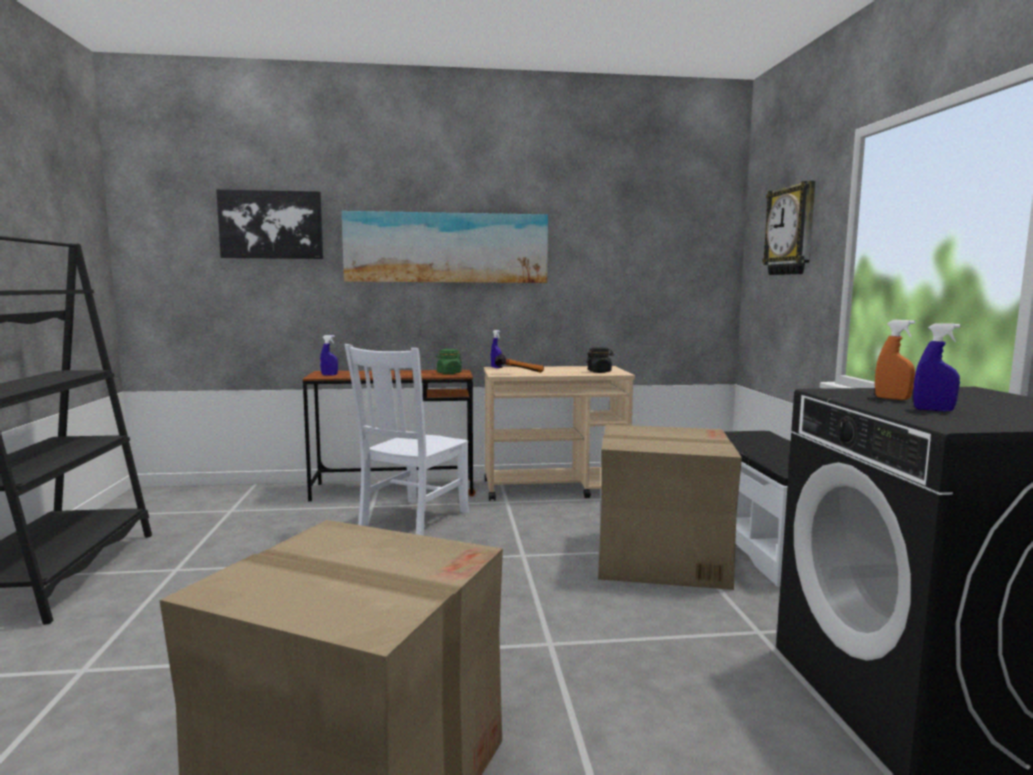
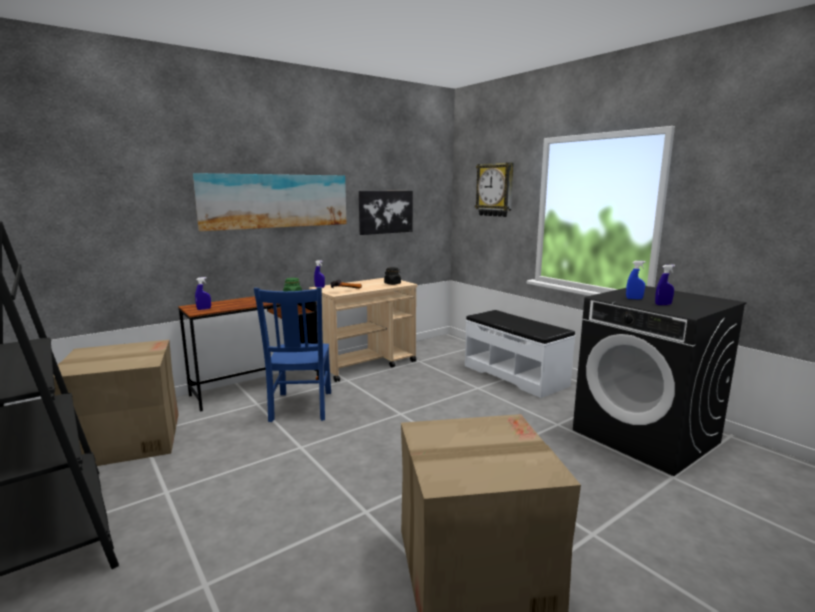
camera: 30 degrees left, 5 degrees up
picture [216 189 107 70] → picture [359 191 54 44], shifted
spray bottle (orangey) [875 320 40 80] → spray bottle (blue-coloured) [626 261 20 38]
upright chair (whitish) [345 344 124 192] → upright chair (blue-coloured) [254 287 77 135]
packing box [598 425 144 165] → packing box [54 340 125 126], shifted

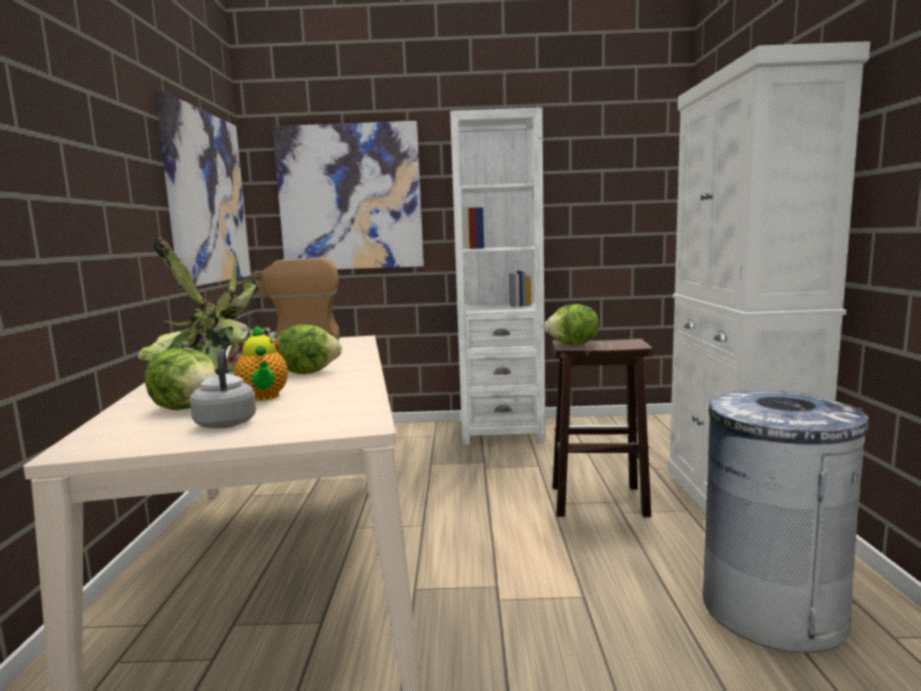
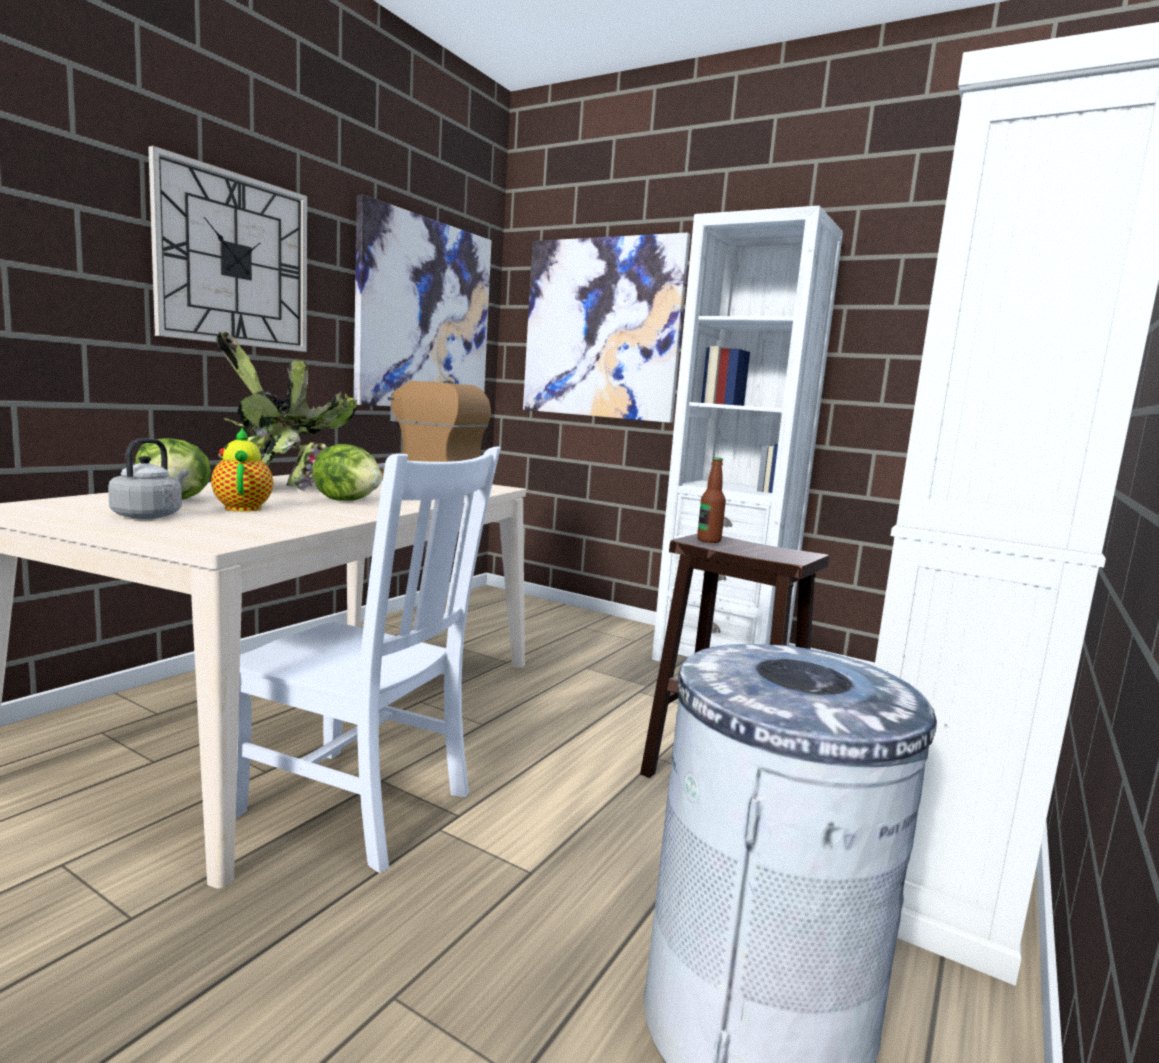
camera: 30 degrees right, 0 degrees up
lettuce [545 304 54 41] → drink bottle [697 457 29 86]
teapot [234 324 54 77] → teapot [211 427 62 85], 150 degrees clockwise
- → wall clock [148 146 159 206]
- → upright chair (whitish) [236 446 264 427]

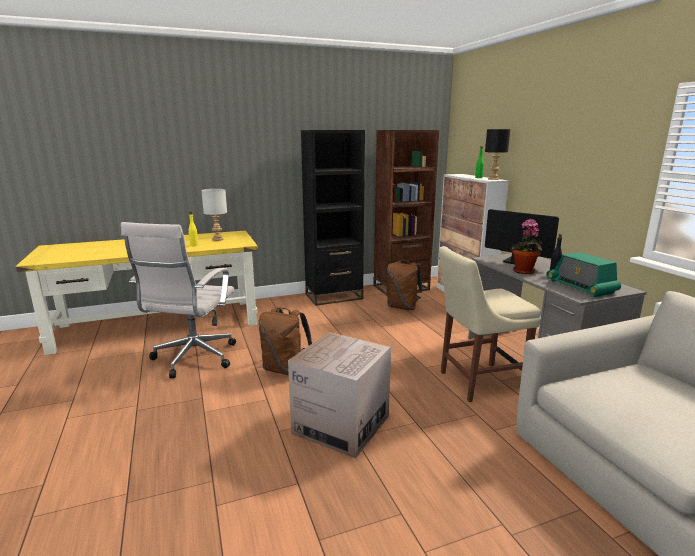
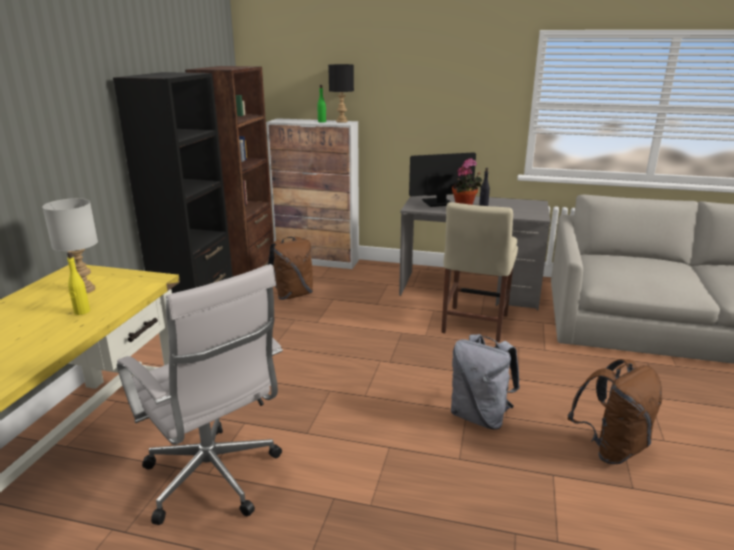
camera: 55 degrees left, 5 degrees up
radio set [546 252 75 45] → -
backpack (brownish) [258 307 54 68] → backpack (brownish) [568 359 94 105], shifted
packing box [288 332 103 126] → backpack (gray) [451 334 69 96]

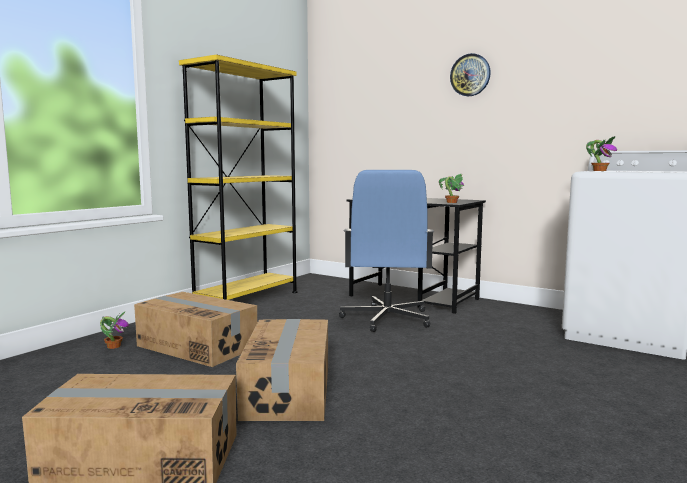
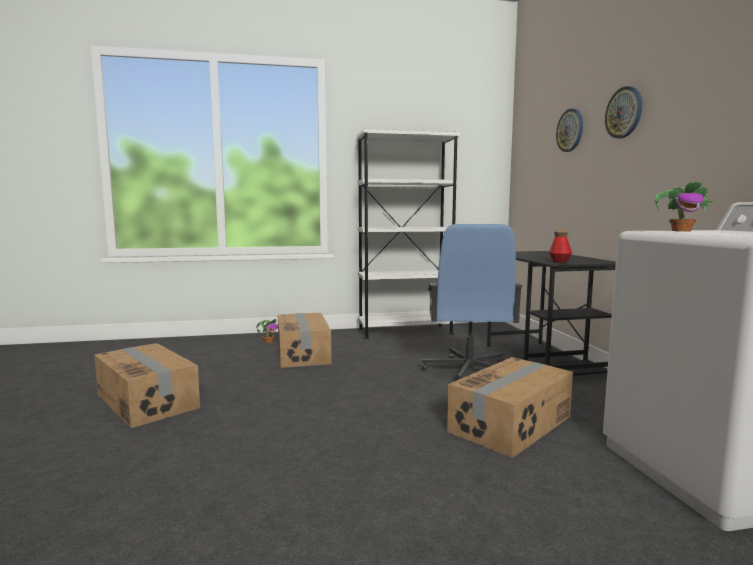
camera: 45 degrees right, 0 degrees up
bookcase (yellowish) [179 54 119 246] → bookcase (whitish) [356 129 104 210]
computer chair (blue-coloured) [339 170 96 162] → computer chair (blue-coloured) [421 224 102 155], 45 degrees counterclockwise
plant in a pot [439 174 25 29] → drink bottle [549 229 23 34]
packing box [236 319 92 102] → packing box [447 357 126 101], shifted
- → wall clock [556 109 27 43]

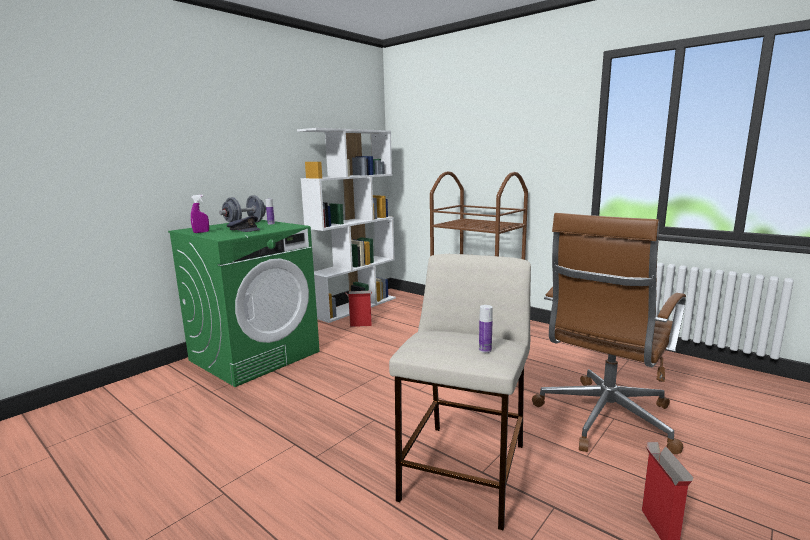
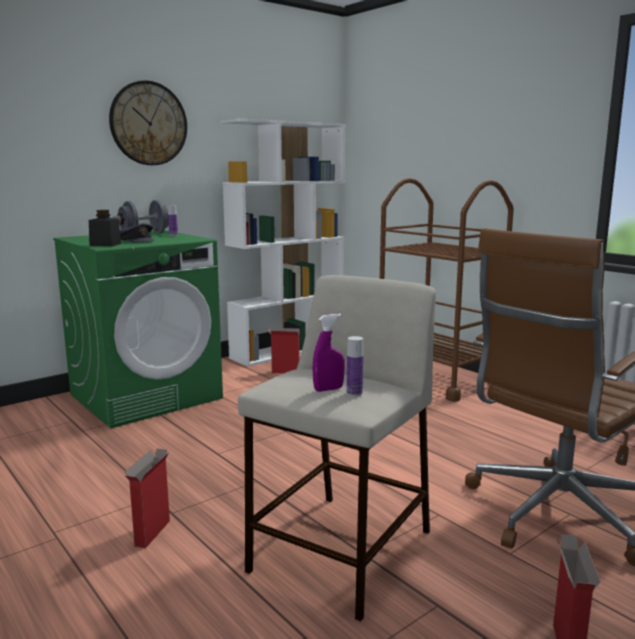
camera: 10 degrees right, 0 degrees up
spray bottle (purplish) [191 195 18 38] → spray bottle (purplish) [313 314 32 78], shifted
- → wall clock [109 81 78 84]
- → jar (black-coloured) [89 210 32 36]
- → packing box [125 448 45 100]

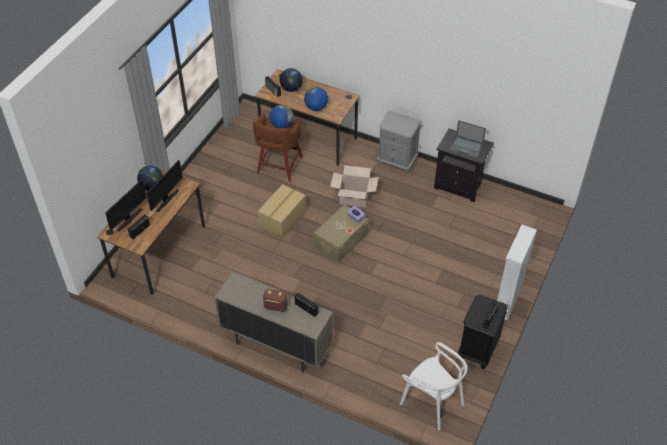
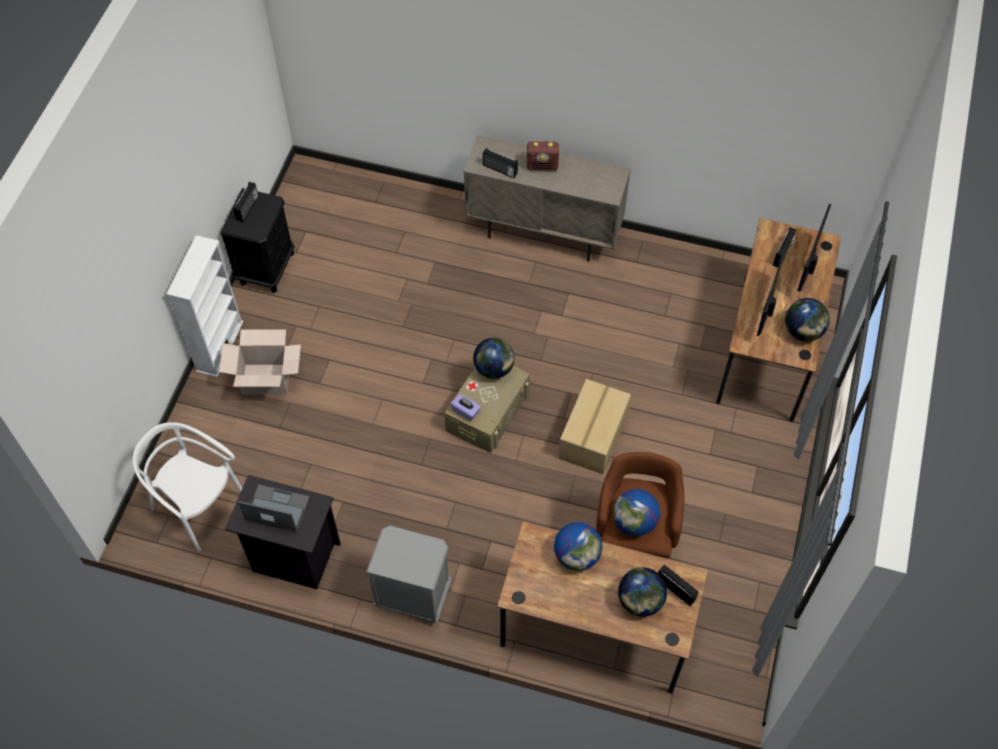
camera: 170 degrees right, 10 degrees up
packing box [330 165 49 42] → packing box [219 330 82 64], shifted
upright chair (whitish) [400 342 67 88] → upright chair (whitish) [133 422 109 130], shifted
- → desk globe [473 338 42 41]

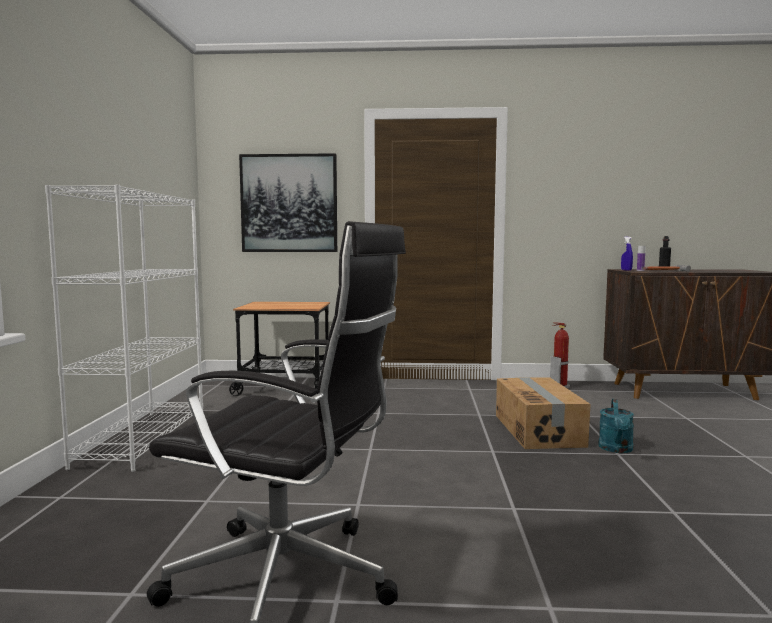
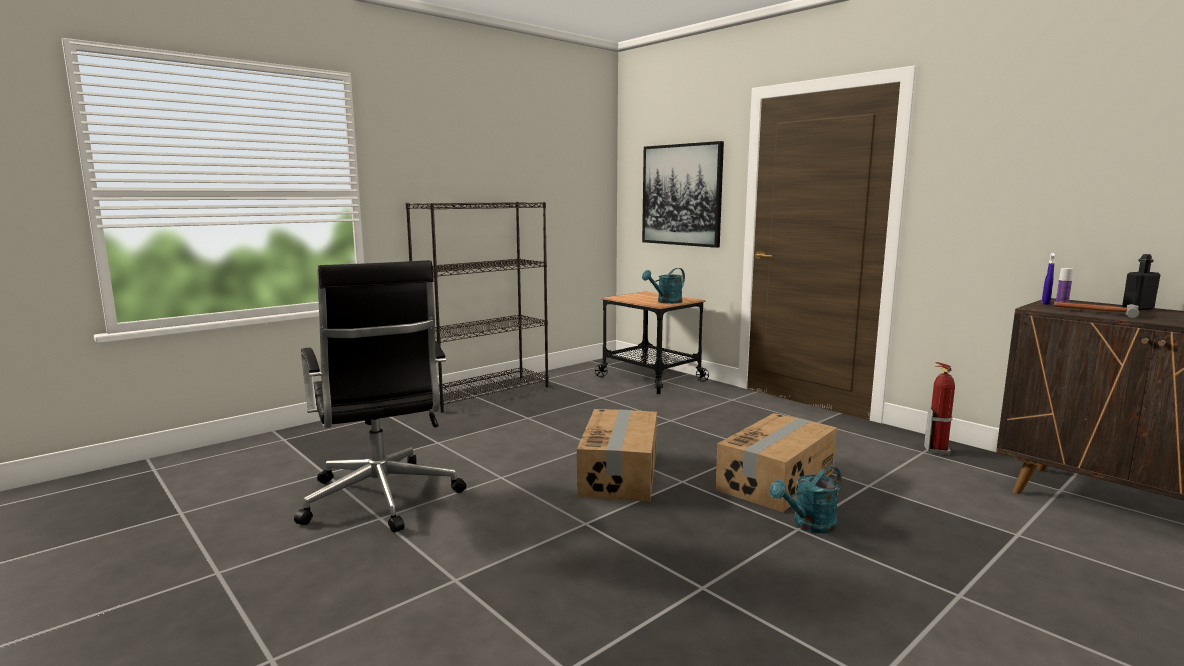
camera: 45 degrees right, 5 degrees up
bookcase (whitish) [45 185 158 287] → bookcase (black-coloured) [406 202 142 211]
- → watering can (turquoise-coloured) [642 268 43 36]
- → packing box [577 409 80 93]

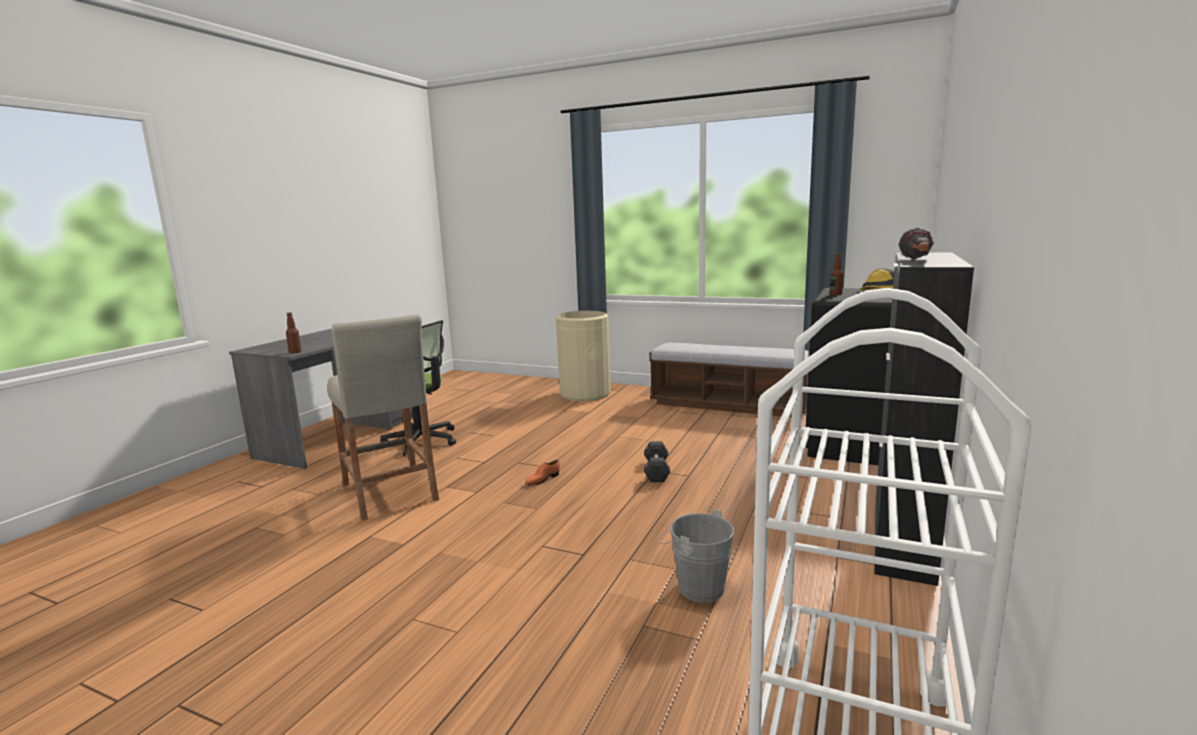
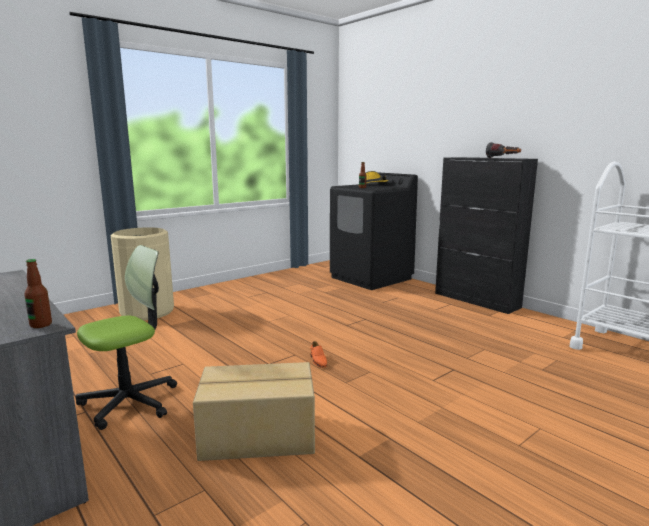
camera: 65 degrees left, 0 degrees up
stool seat (beige-coloured) [327 314 112 206] → packing box [193 362 122 99]
bench [649 343 160 74] → -
dumbbell (black-coloured) [644 441 26 41] → -
bucket (gray) [659 509 75 94] → -

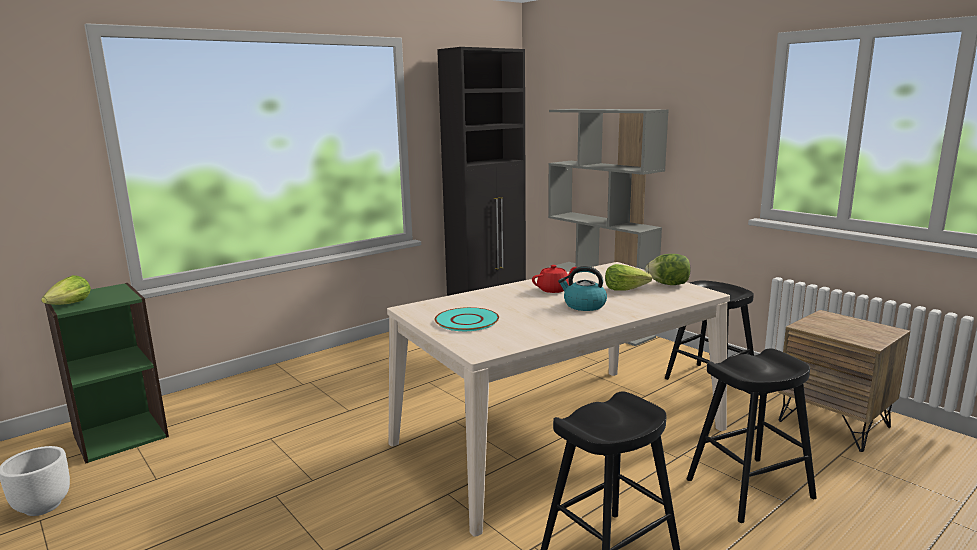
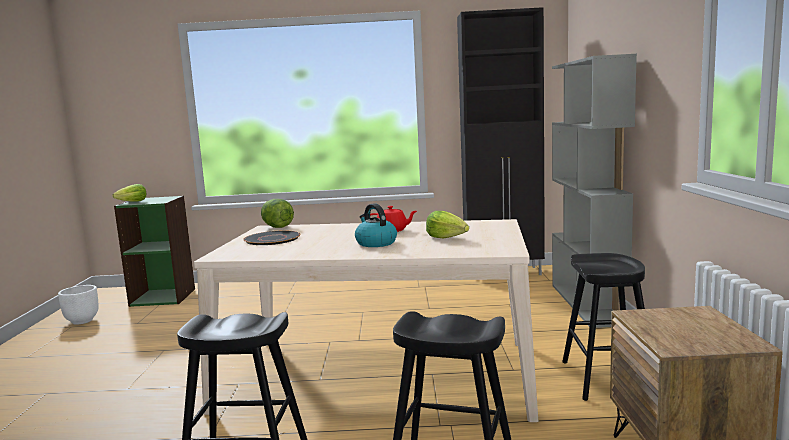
camera: 40 degrees right, 5 degrees down
lettuce [645 254 45 31] → lettuce [261 199 33 29], shifted
dinner plate (turquoise-coloured) [435 307 64 24] → dinner plate (black-coloured) [243 231 58 14]

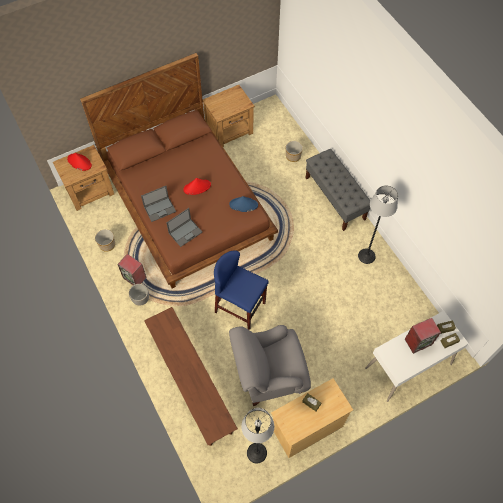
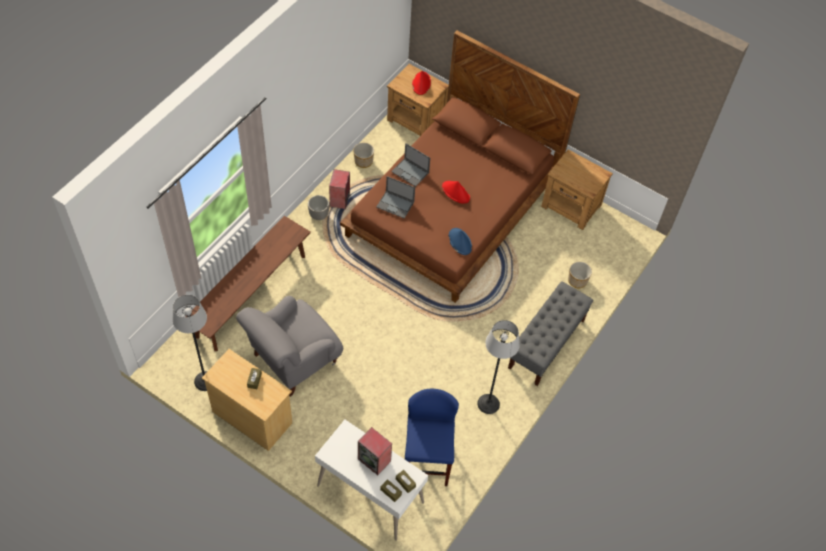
camera: 60 degrees right, 5 degrees down
stool seat (blue-coloured) [214 250 55 80] → stool seat (blue-coloured) [405 389 54 97], shifted
lounge chair (gray) [229 325 82 81] → lounge chair (gray) [236 296 107 101], 90 degrees counterclockwise

